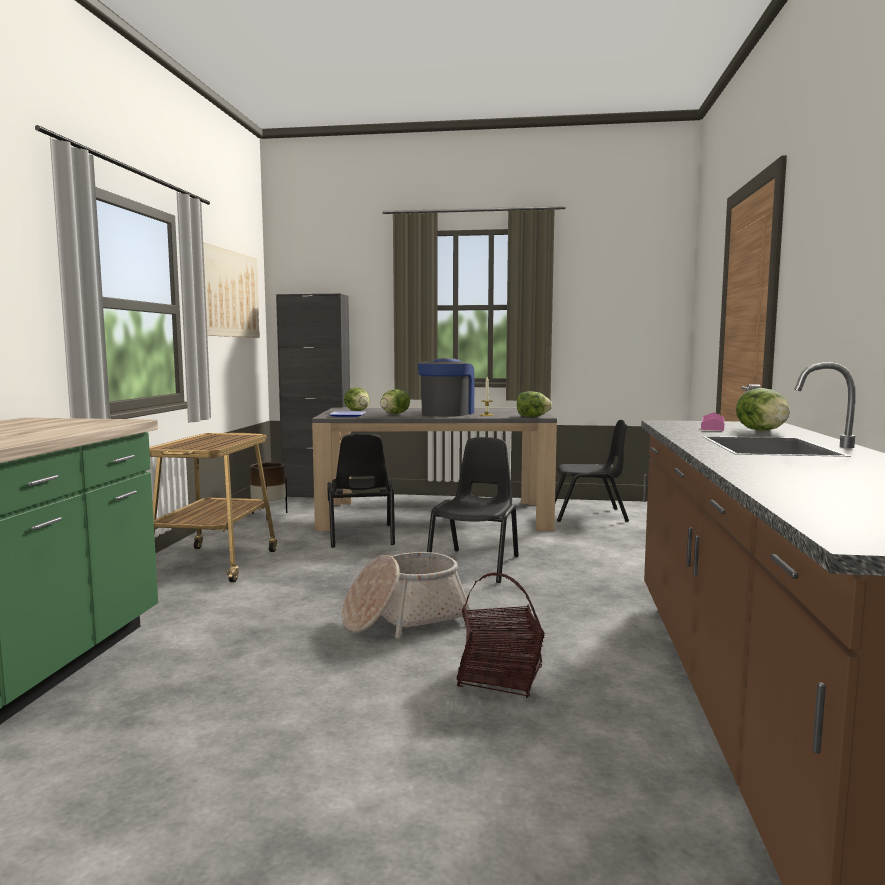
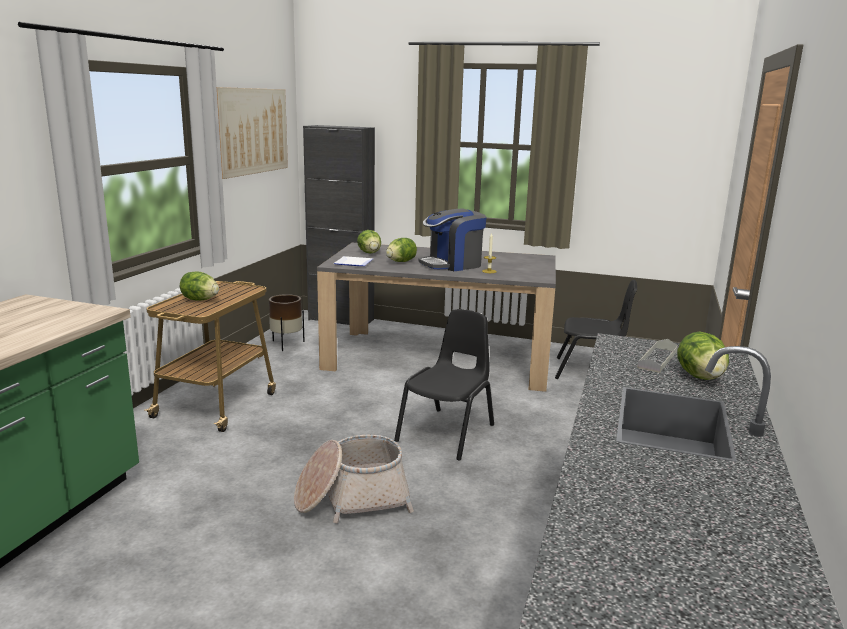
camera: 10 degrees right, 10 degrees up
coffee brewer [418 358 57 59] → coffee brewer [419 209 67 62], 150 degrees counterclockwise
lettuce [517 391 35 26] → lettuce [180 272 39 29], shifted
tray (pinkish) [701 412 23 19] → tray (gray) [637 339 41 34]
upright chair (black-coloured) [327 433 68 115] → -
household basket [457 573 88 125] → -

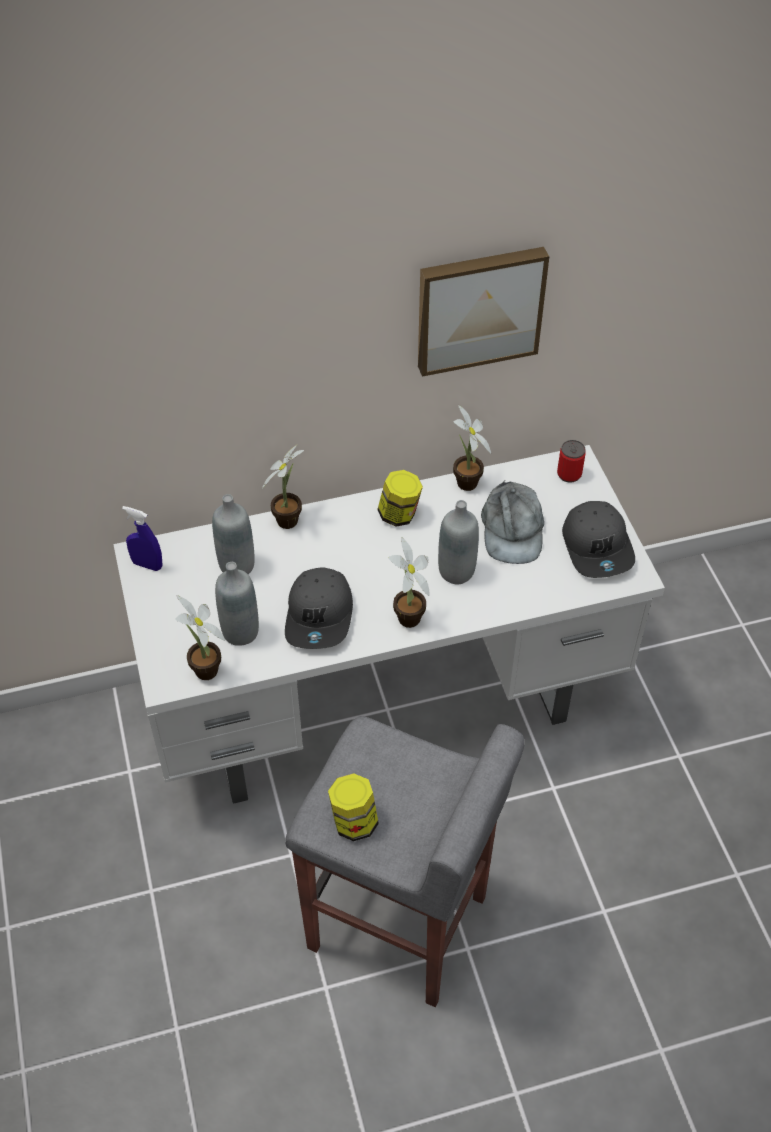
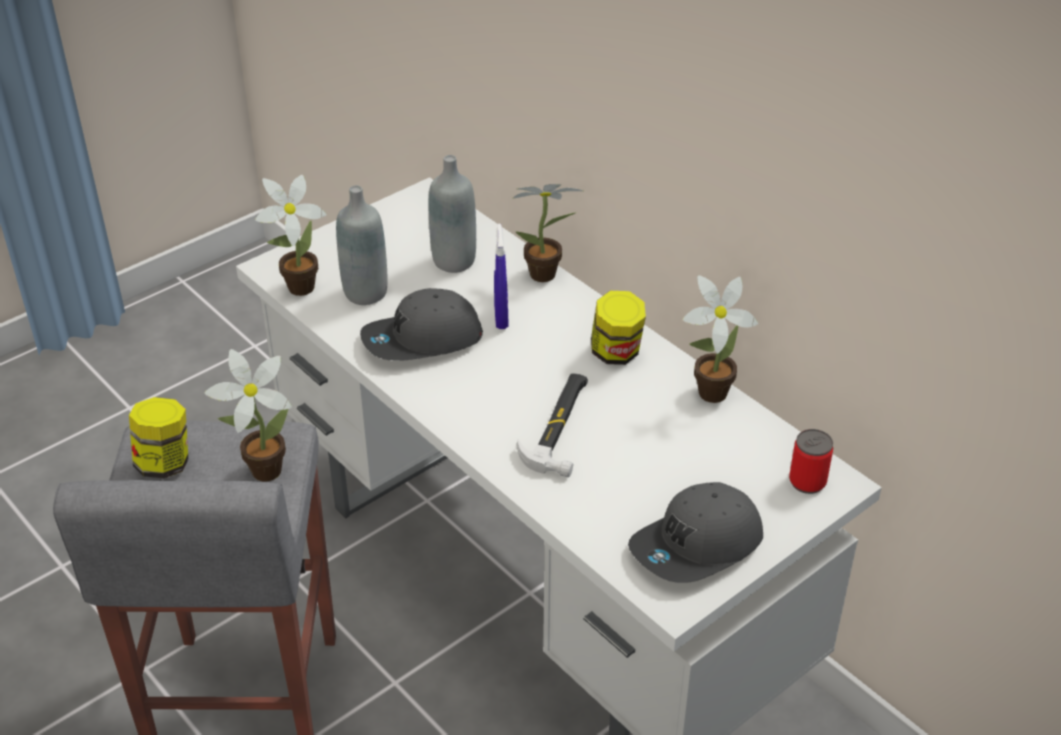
camera: 65 degrees right, 10 degrees down
picture [418 247 131 130] → -
baseball cap (gray) [481 480 63 84] → -
drink bottle (gray) [438 500 41 84] → hammer [517 374 71 103]
spray bottle (blue-coloured) [122 506 41 65] → spray bottle (blue-coloured) [494 224 15 105], shifted
plant in a pot [388 537 42 91] → plant in a pot [205 349 87 132], shifted

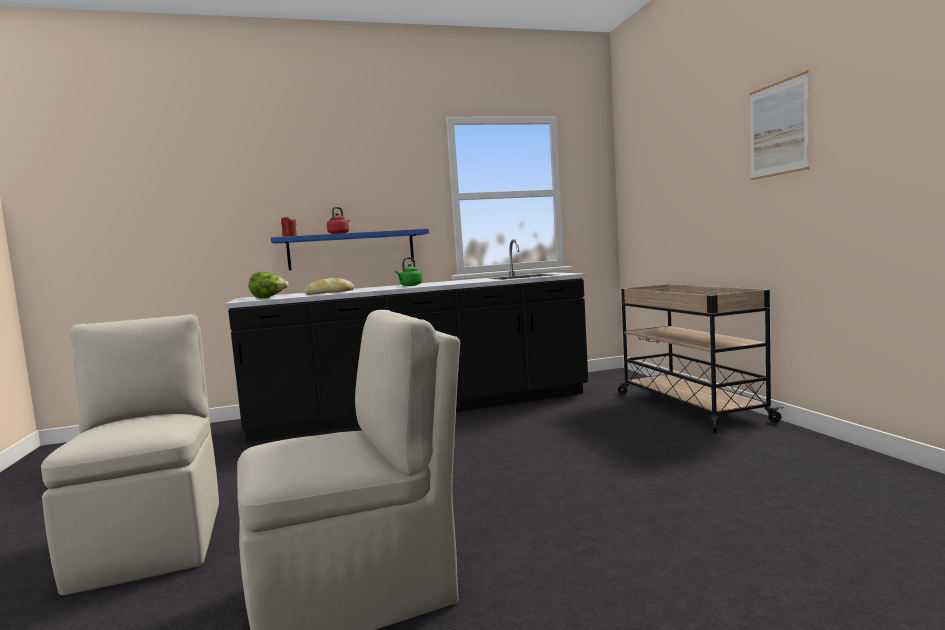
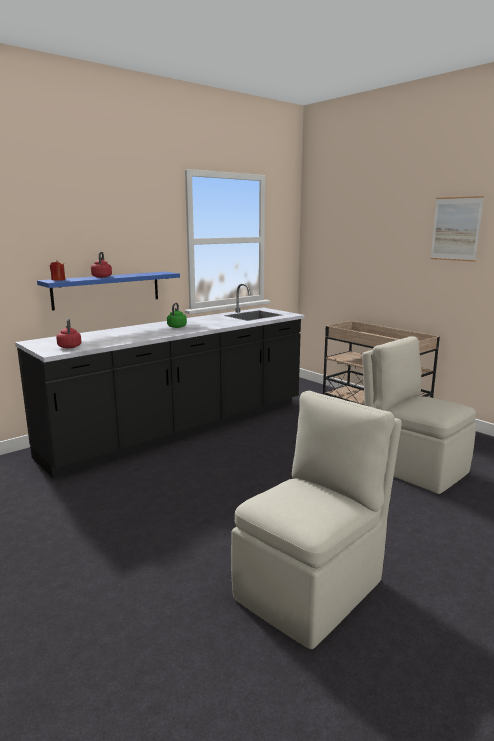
camera: 25 degrees left, 10 degrees up
lettuce [248 272 41 26] → water kettle (red) [56 318 25 30]
baked bread [304 278 50 17] → -
upright chair (beige-coloured) [41 314 178 282] → upright chair (beige-coloured) [362 336 114 158], shifted

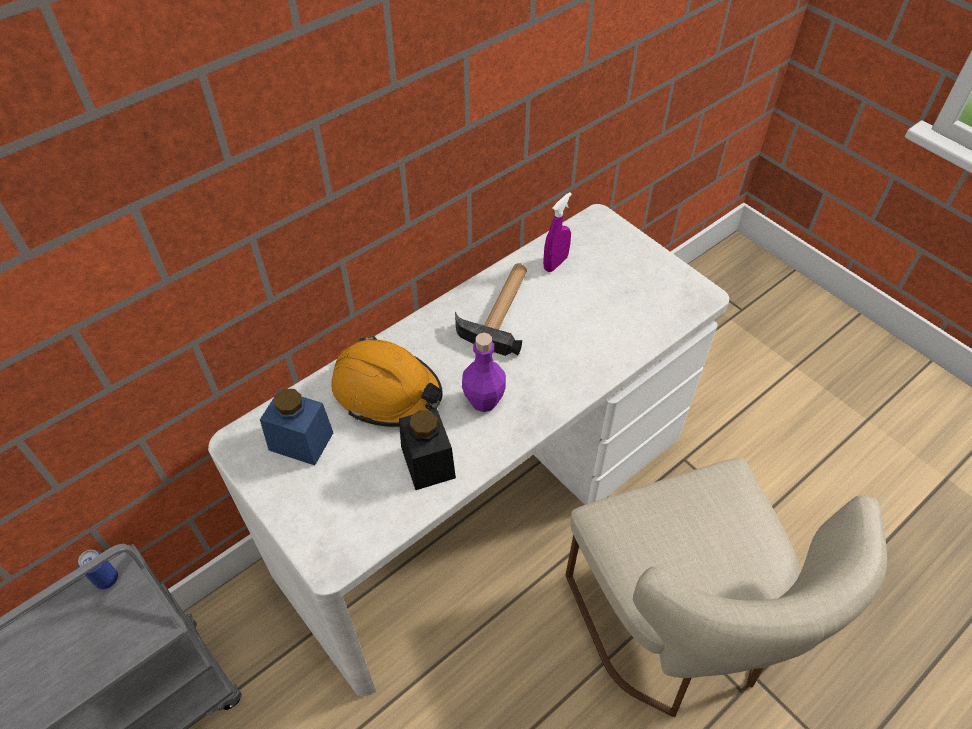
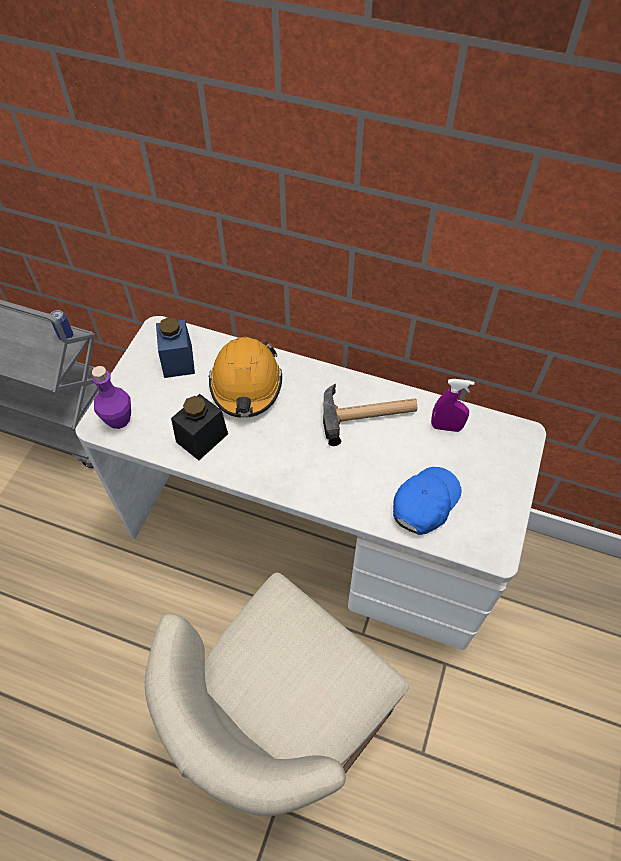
camera: 60 degrees right, 5 degrees up
drink bottle (purplish) [462 333 44 79] → drink bottle (purplish) [92 366 39 63], shifted
- → baseball cap (blue-coloured) [393 467 68 68]

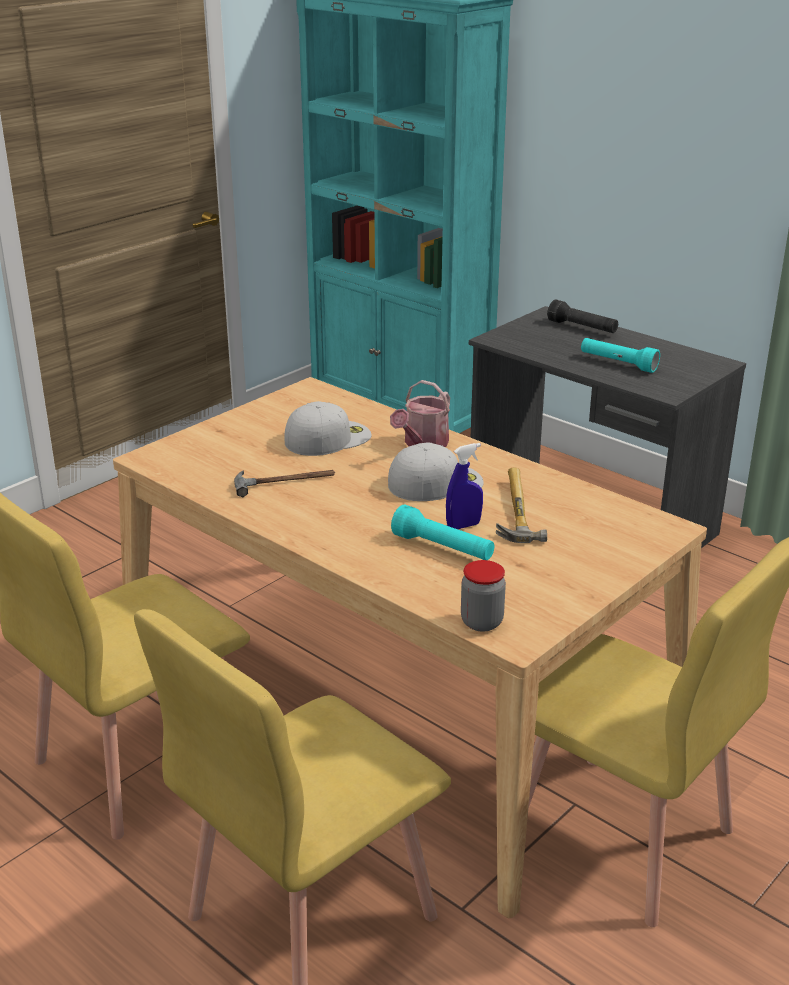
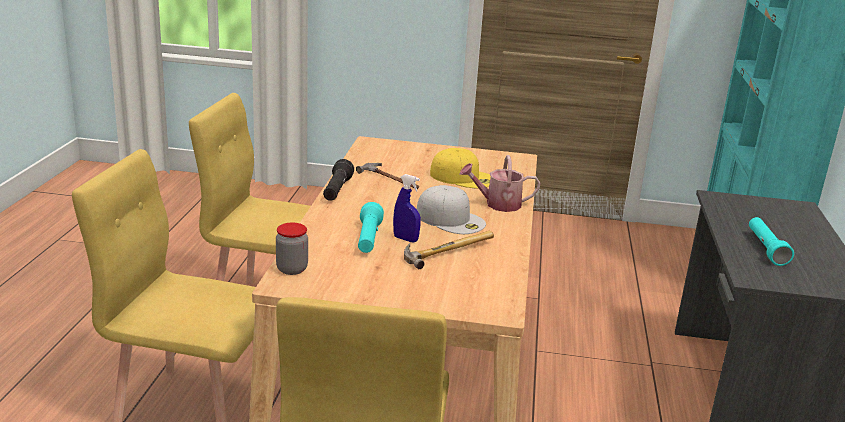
camera: 55 degrees right, 5 degrees down
hand torch (black-coloured) [547 299 71 34] → hand torch (black-coloured) [323 159 31 42], shifted
baseball cap (whitish) [284 401 88 55] → baseball cap (yellowish) [430 148 61 40]

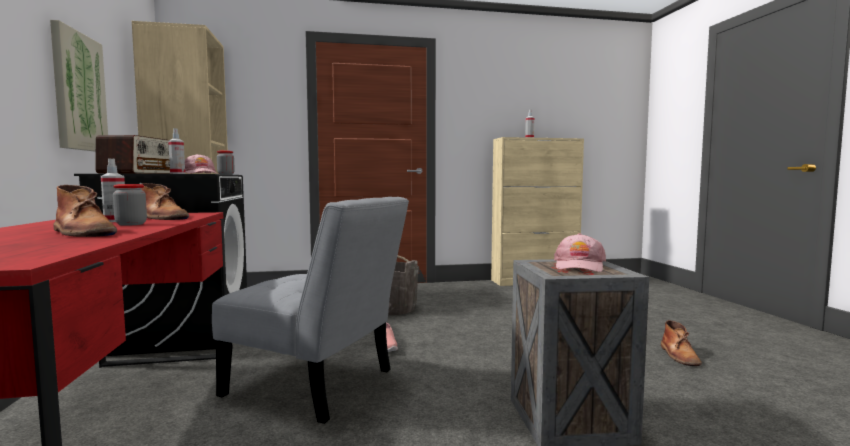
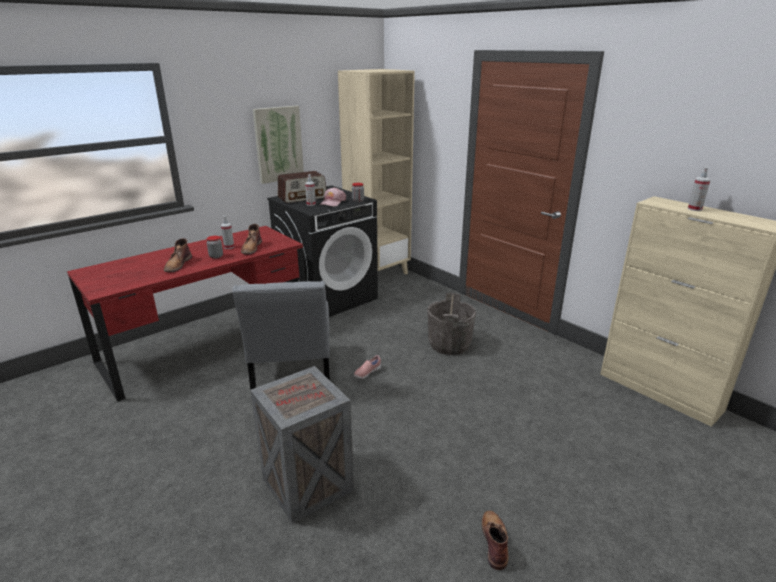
camera: 60 degrees right, 20 degrees up
baseball cap (pinkish) [554 233 52 39] → -
tall boot (brownish) [661 320 41 46] → tall boot (brownish) [481 511 28 59], 120 degrees clockwise

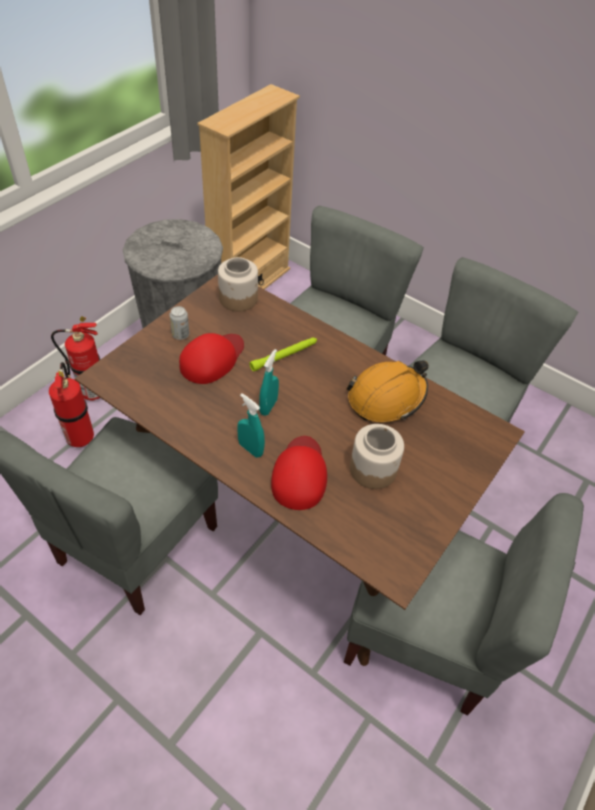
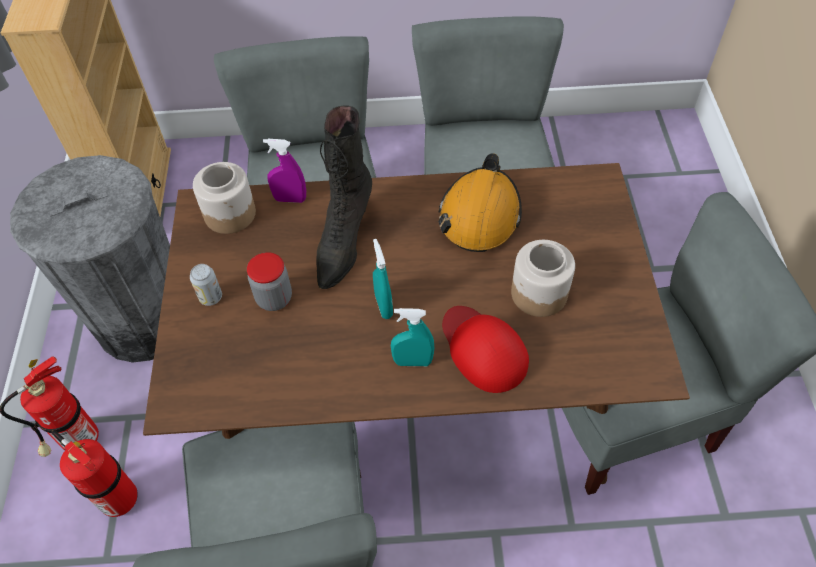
camera: 35 degrees left, 5 degrees up
baseball cap (red) [179 333 65 51] → jar [247 252 45 59]
hand torch (greenish) [249 337 68 34] → tall boot (black-coloured) [316 105 56 184]
- → spray bottle (purplish) [263 139 43 64]

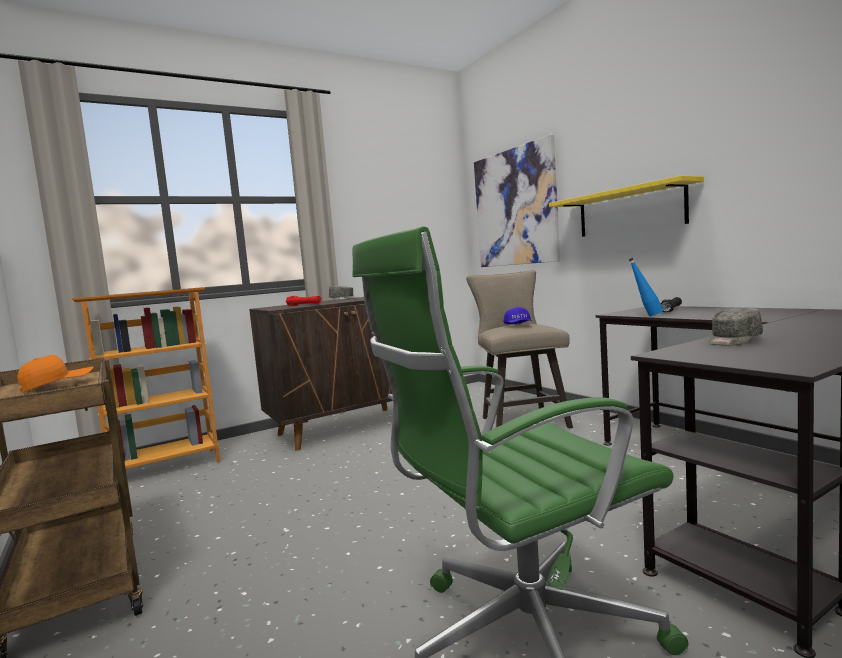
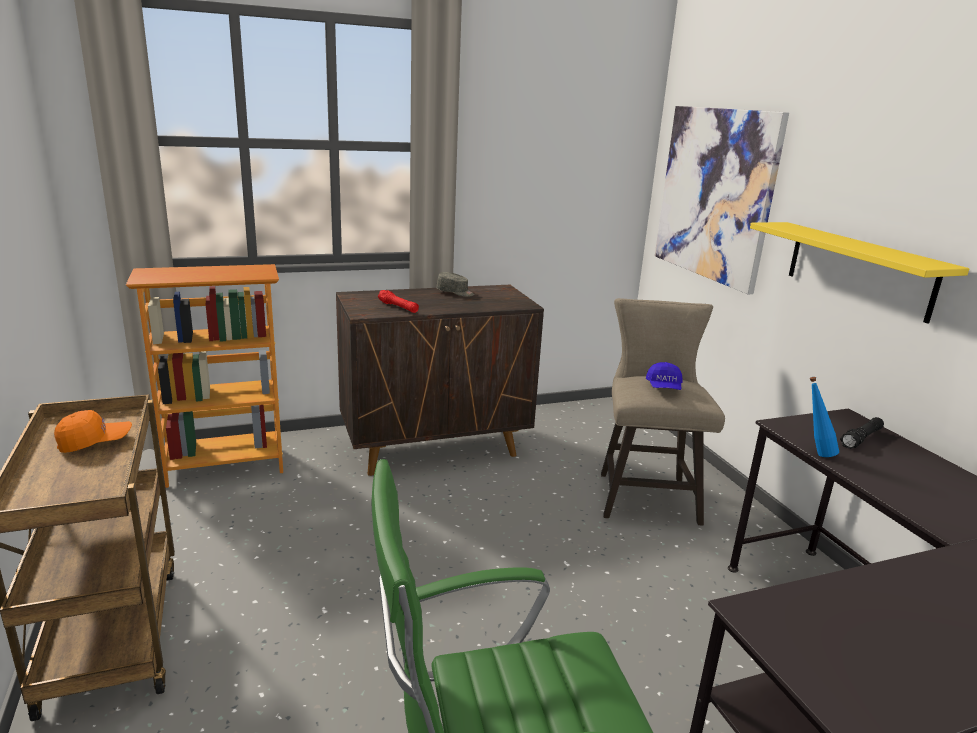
camera: 10 degrees right, 15 degrees up
baseball cap (gray) [709 308 54 38] → -

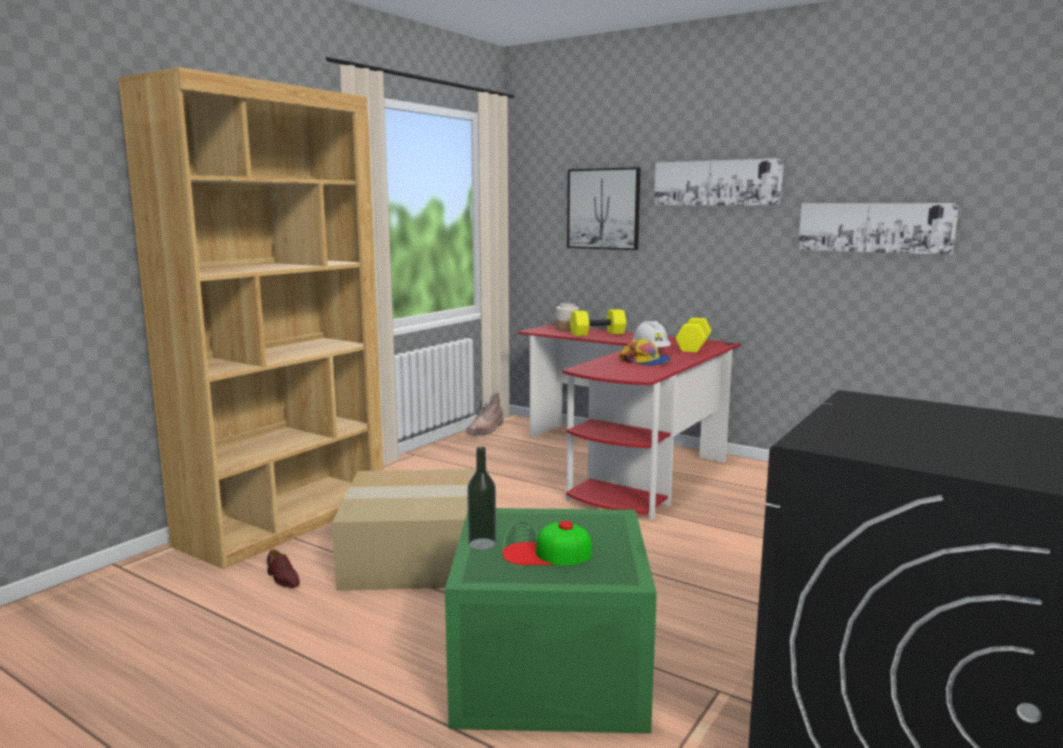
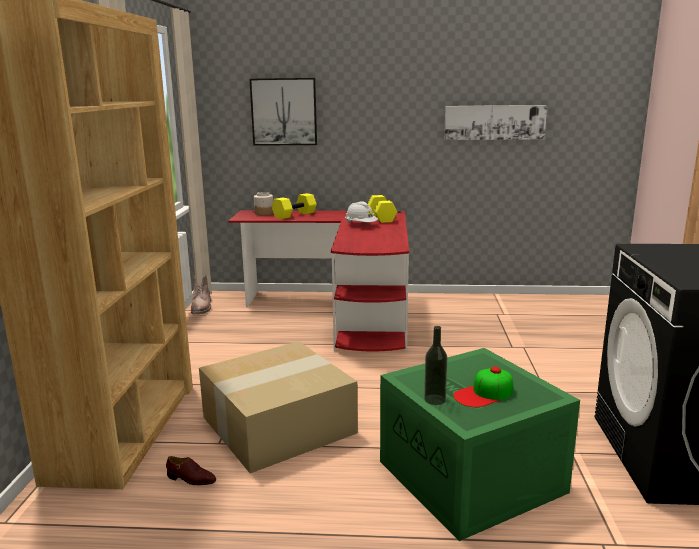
camera: 30 degrees left, 5 degrees up
picture [654 158 130 47] → -
baseball cap [619 339 52 27] → -

